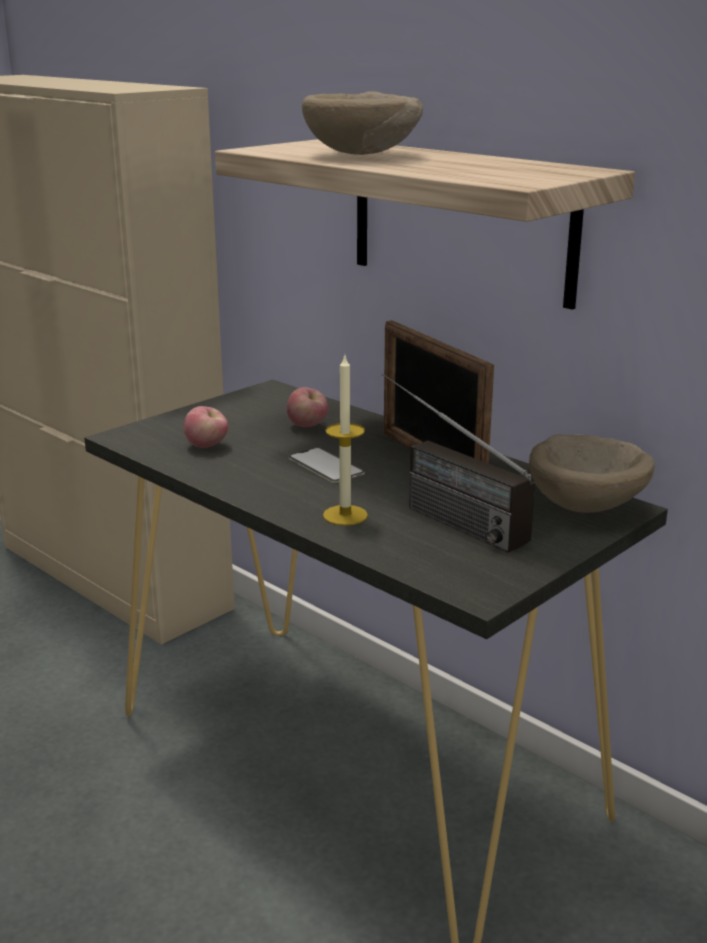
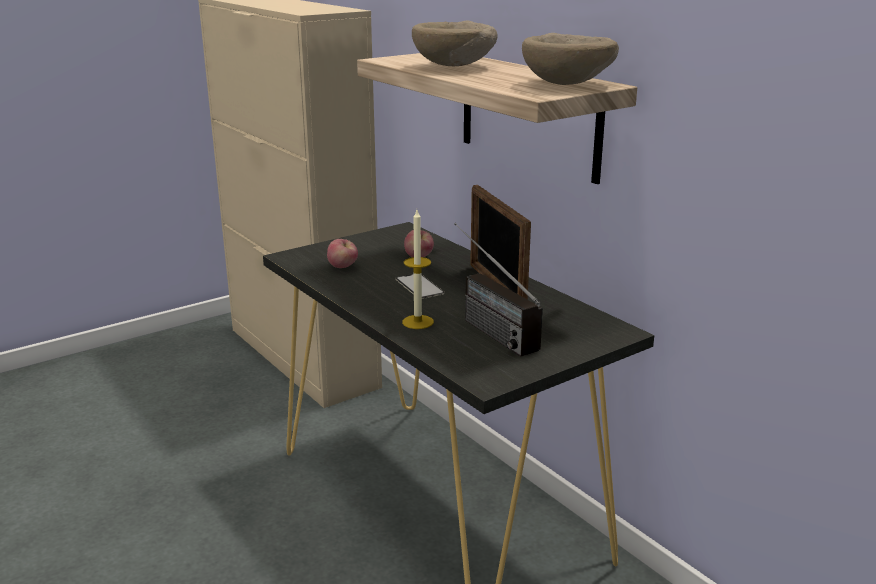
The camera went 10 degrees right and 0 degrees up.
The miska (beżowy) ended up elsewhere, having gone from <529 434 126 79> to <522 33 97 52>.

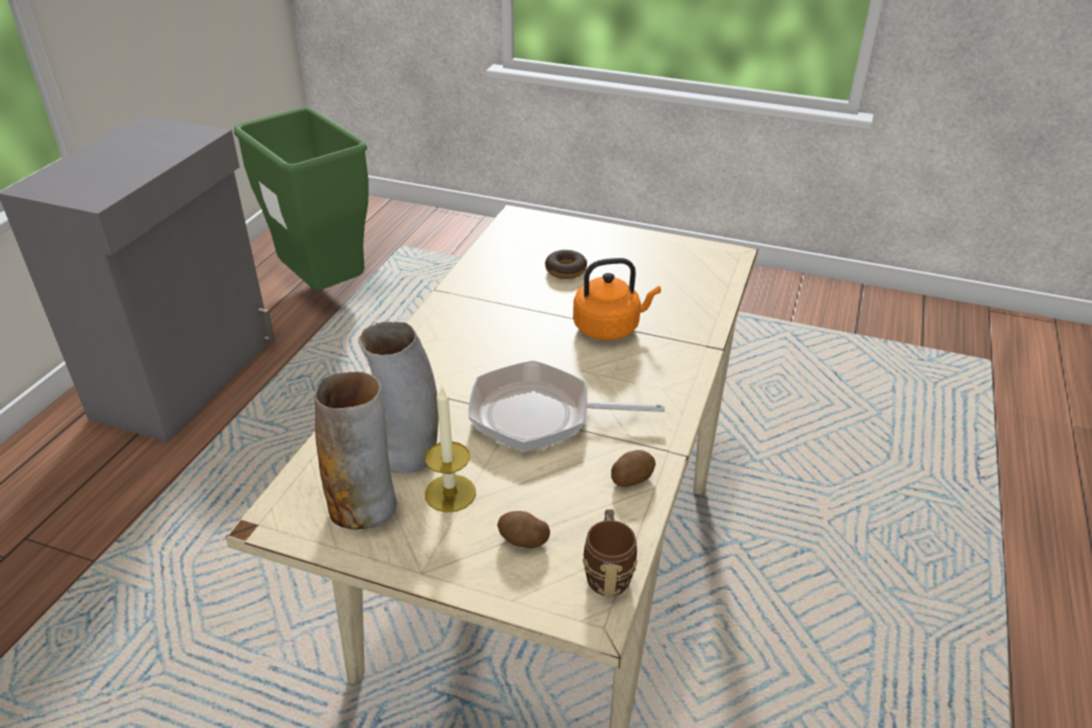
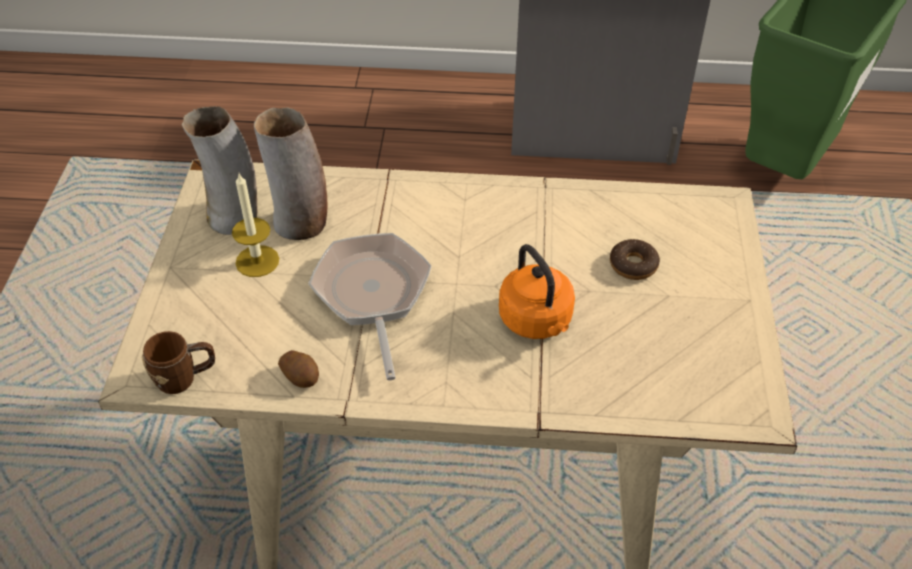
The camera went 75 degrees right and 10 degrees up.
The second view lost the ziemniak at <497 511 53 37>.

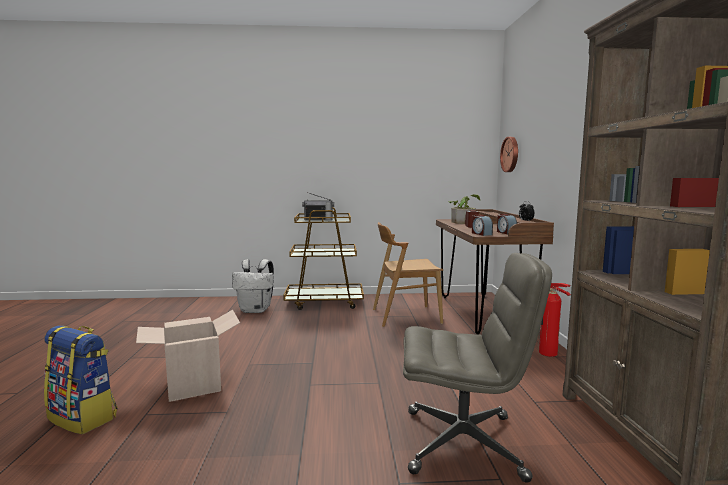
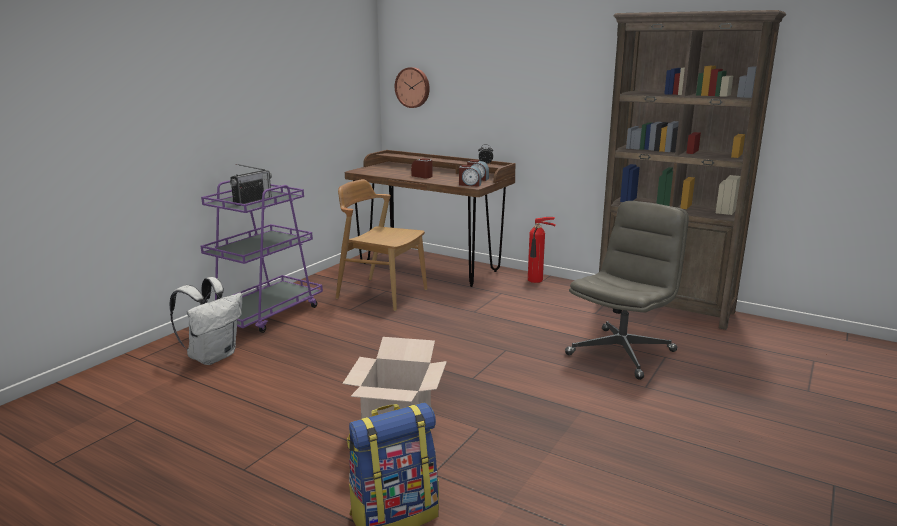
The camera went 55 degrees left and 10 degrees up.
What was the wózek (brązowy) at <283 207 81 103> turned into the wózek (fioletowy) at <201 180 122 153>.
The krzesło (brązowy) at <373 222 70 105> ended up facing another way, 90 degrees clockwise from before.
The second view lost the roślina doniczkowa at <448 194 32 30>.

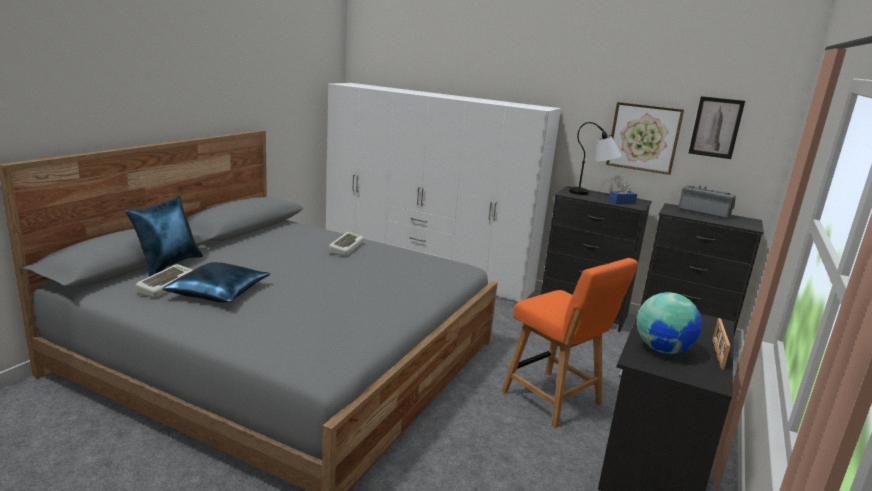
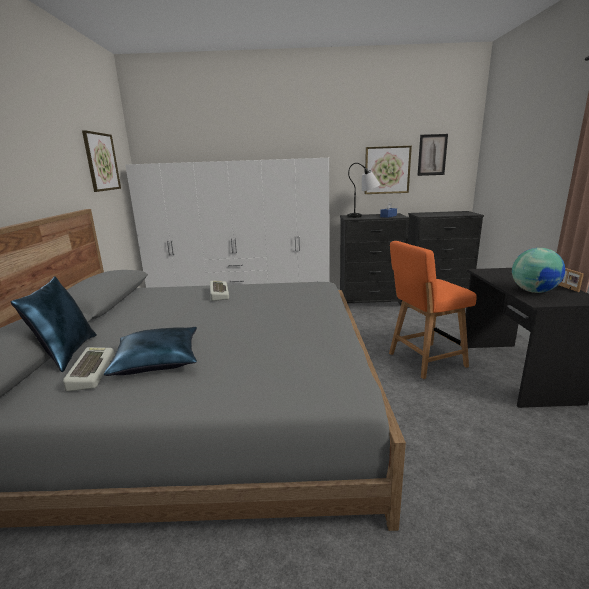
The camera went 25 degrees left and 0 degrees up.
The second view gained the obraz at <82 130 39 62>.
The krzesło (pomarańczowy) at <501 258 137 170> ended up facing another way, 135 degrees clockwise from before.
The second view lost the radio at <679 185 57 34>.

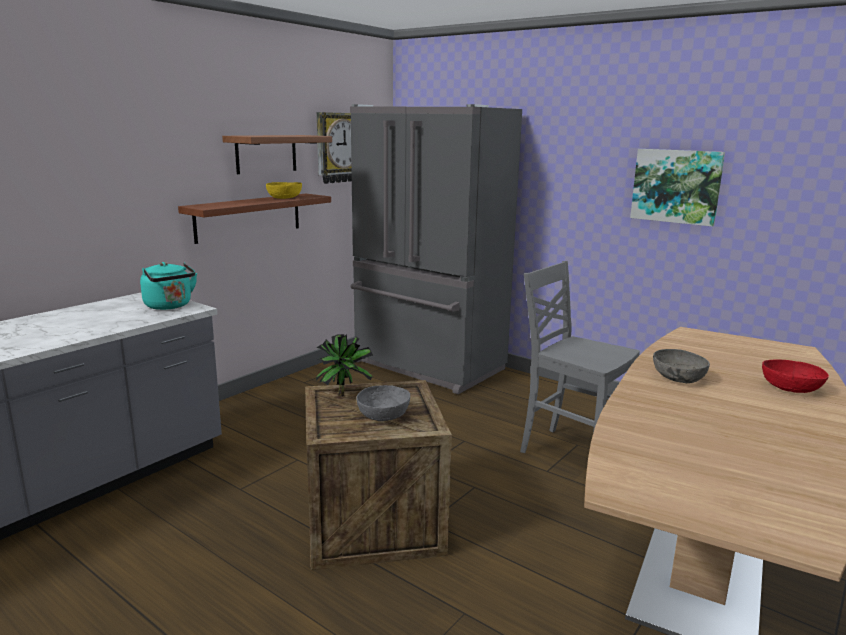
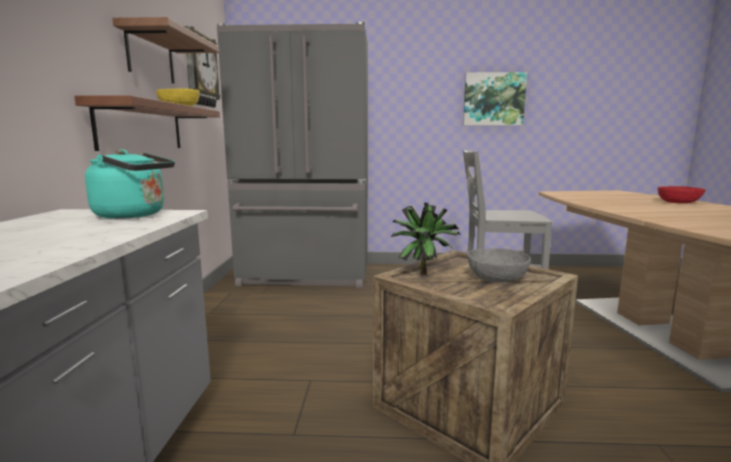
The camera went 35 degrees left and 5 degrees down.
The second view lost the miska (szary) at <653 349 57 34>.

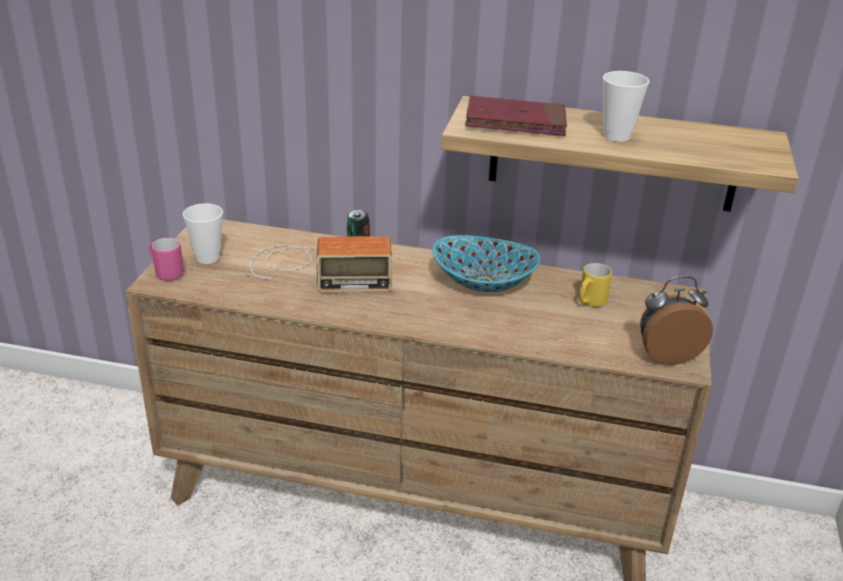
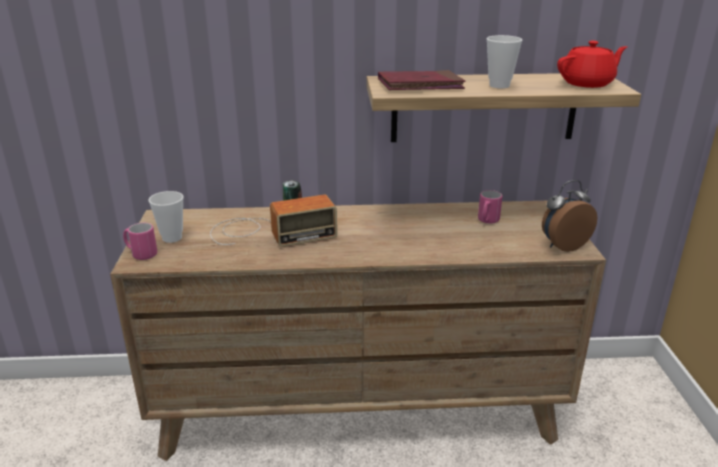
The camera went 15 degrees left and 5 degrees down.
What was the kubek (żółty) at <579 263 33 44> turned into the kubek (różowy) at <478 190 24 34>.
The second view gained the imbryk (czerwony) at <557 41 70 47>.
The second view lost the miska at <433 235 108 57>.

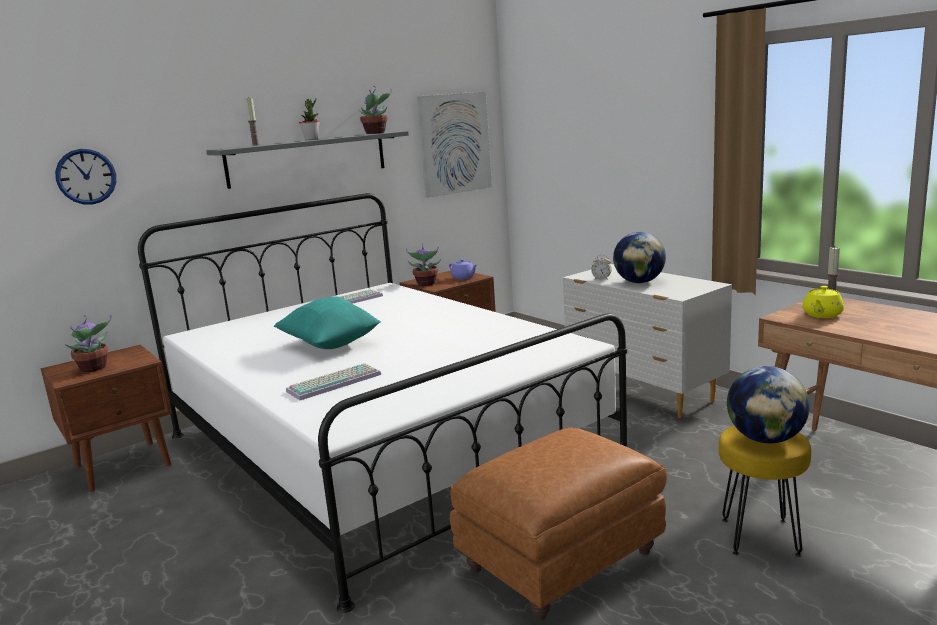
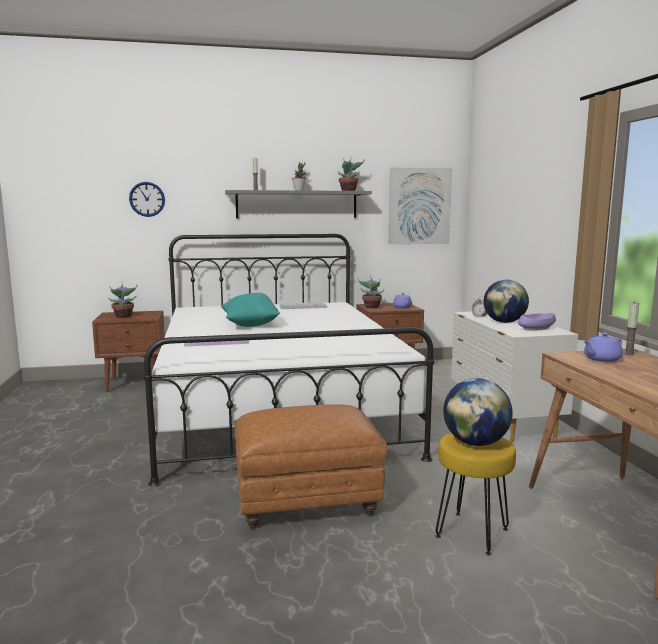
The camera went 25 degrees right and 5 degrees down.
The second view gained the miska (fioletowy) at <518 313 38 18>.
What was the imbryk (żółty) at <802 286 42 32> turned into the imbryk (fioletowy) at <584 333 39 29>.

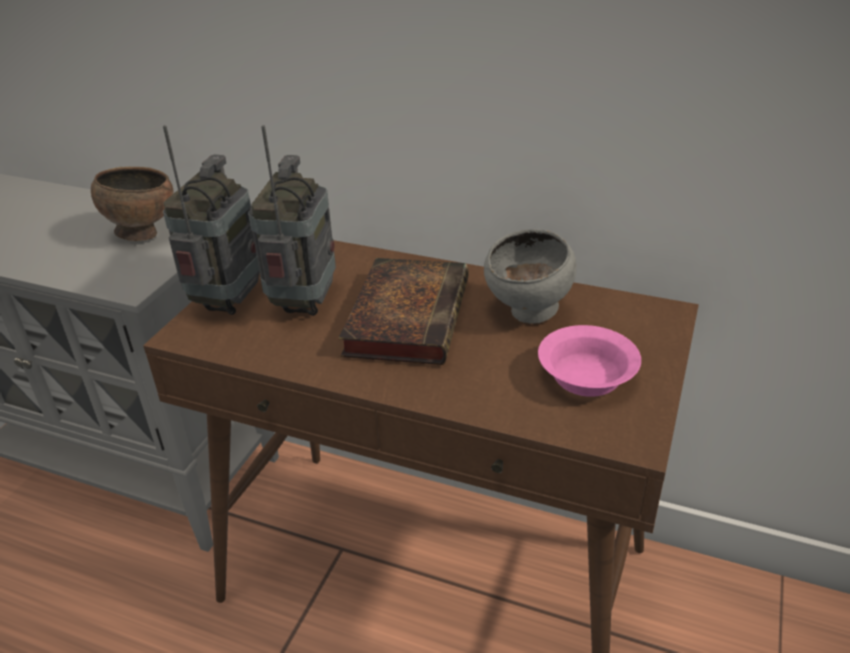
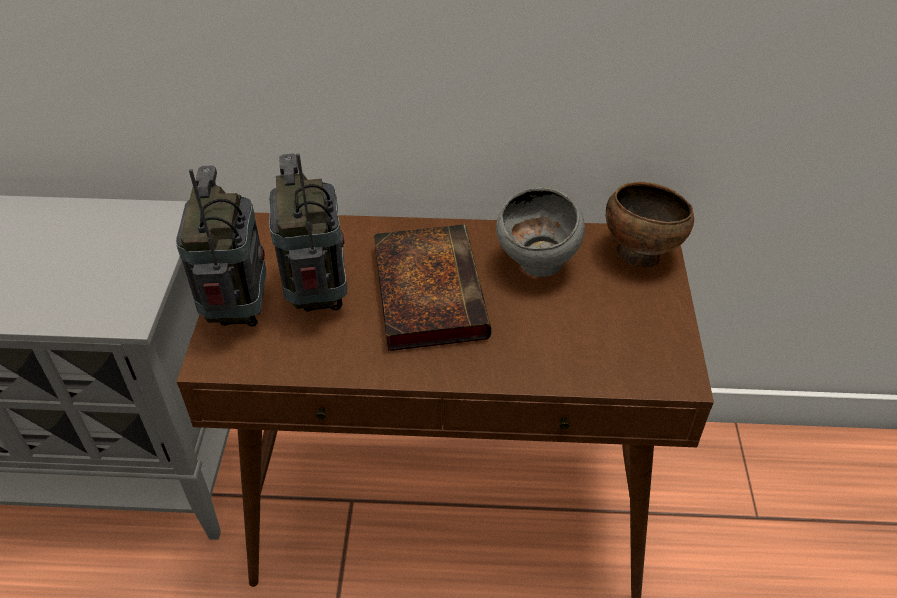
The camera went 20 degrees left and 10 degrees up.
The miska (brązowy) ended up elsewhere, having gone from <91 167 83 74> to <606 181 88 87>.
The second view lost the miska (różowy) at <538 325 103 72>.

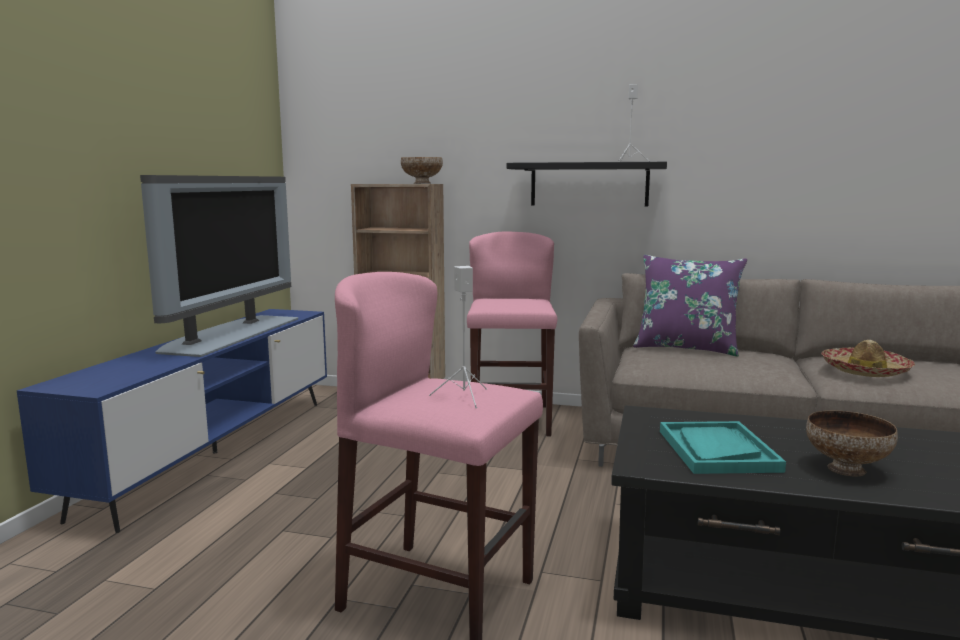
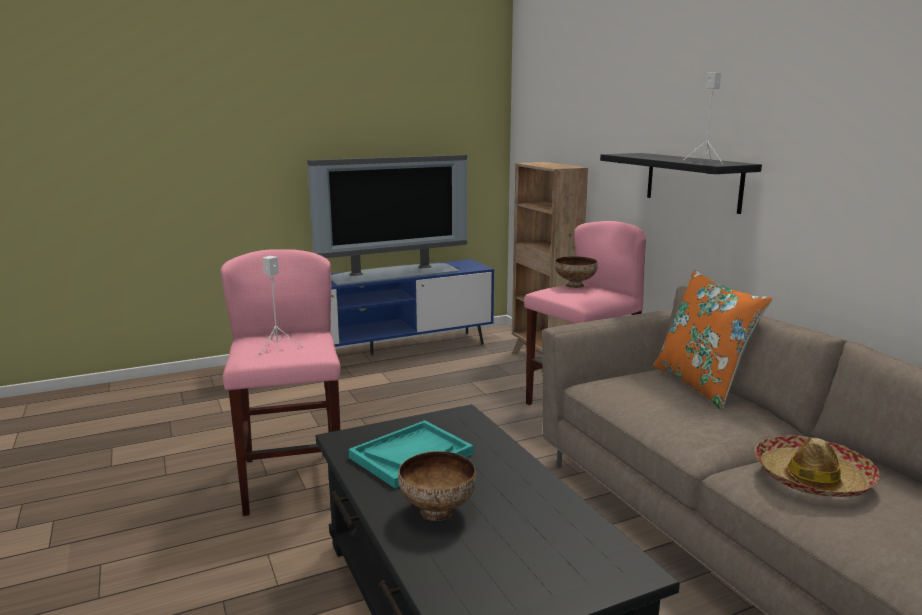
The camera went 50 degrees right and 5 degrees up.
The miska ended up elsewhere, having gone from <401 157 42 27> to <555 256 43 32>.
What was the poduszka (fioletowy) at <633 255 114 102> turned into the poduszka (pomarańczowy) at <653 270 119 140>.

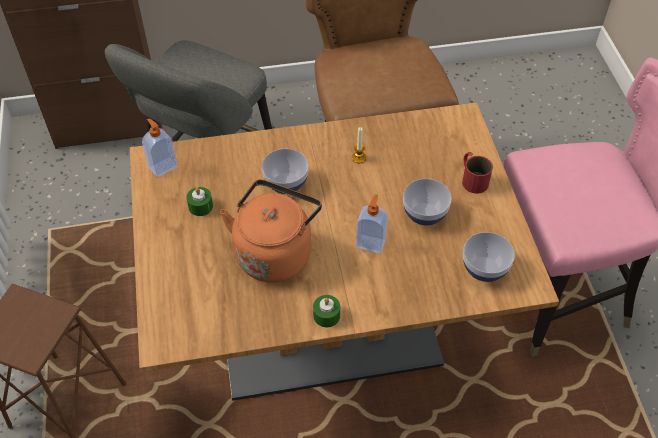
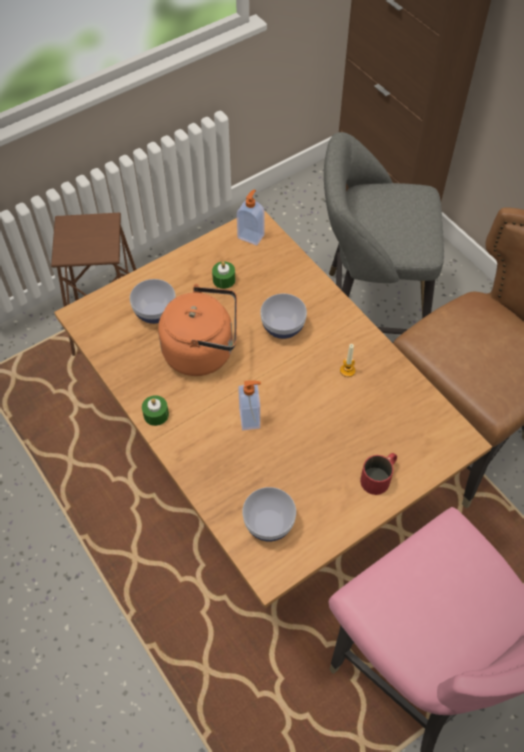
The camera went 65 degrees right and 5 degrees up.
The miska ended up elsewhere, having gone from <403 179 49 46> to <130 279 46 45>.

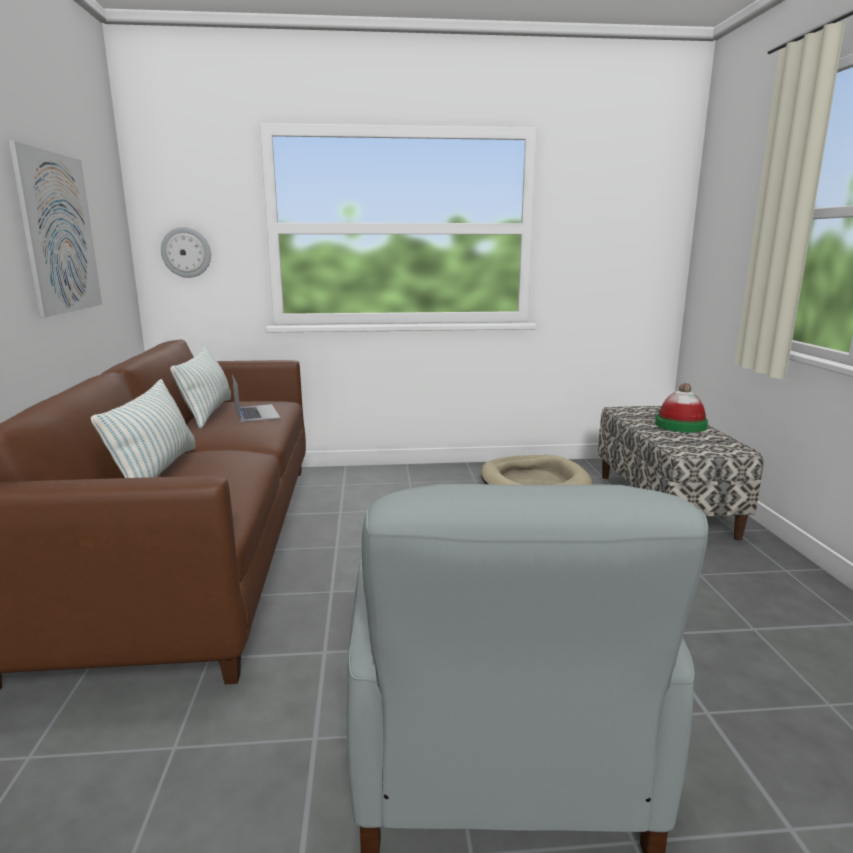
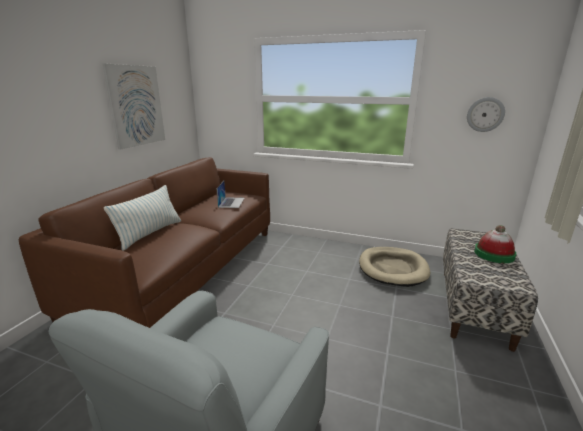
The camera went 25 degrees right and 5 degrees up.
The zegar ścienny ended up elsewhere, having gone from <161 227 50 51> to <467 97 38 35>.
The second view lost the poduszka at <170 346 61 83>.

